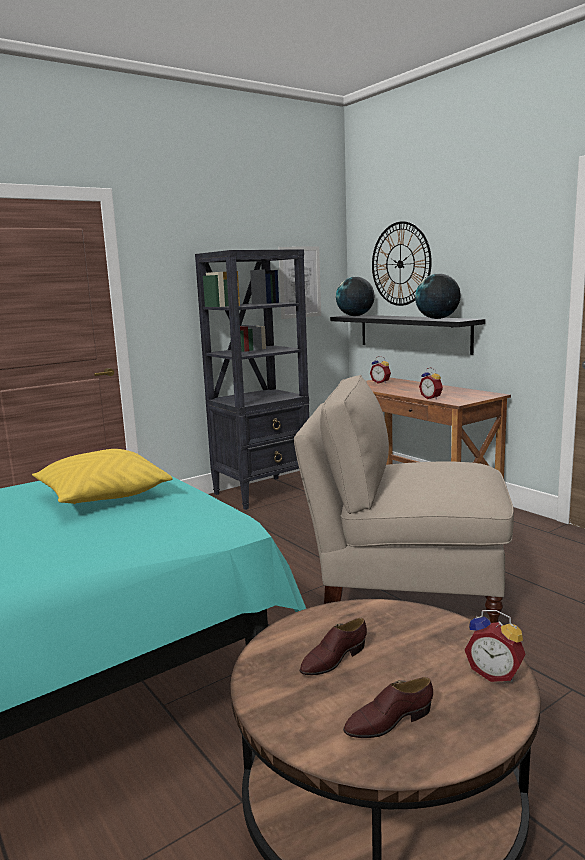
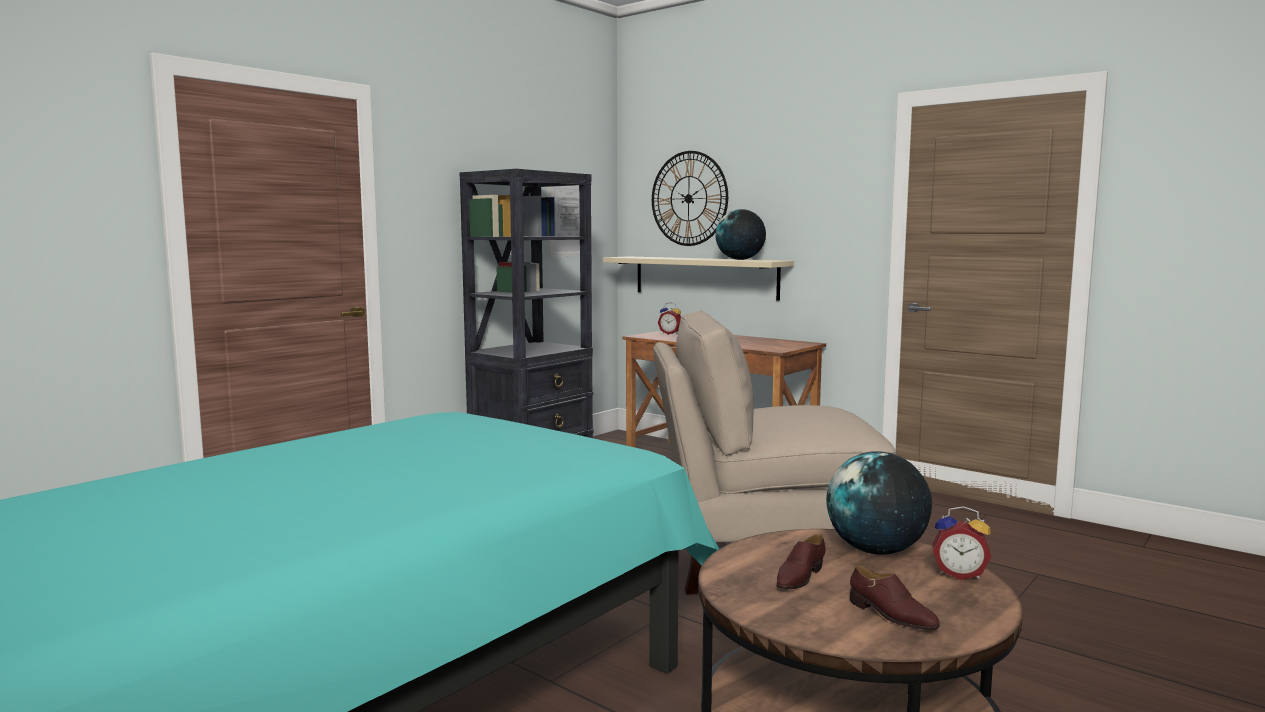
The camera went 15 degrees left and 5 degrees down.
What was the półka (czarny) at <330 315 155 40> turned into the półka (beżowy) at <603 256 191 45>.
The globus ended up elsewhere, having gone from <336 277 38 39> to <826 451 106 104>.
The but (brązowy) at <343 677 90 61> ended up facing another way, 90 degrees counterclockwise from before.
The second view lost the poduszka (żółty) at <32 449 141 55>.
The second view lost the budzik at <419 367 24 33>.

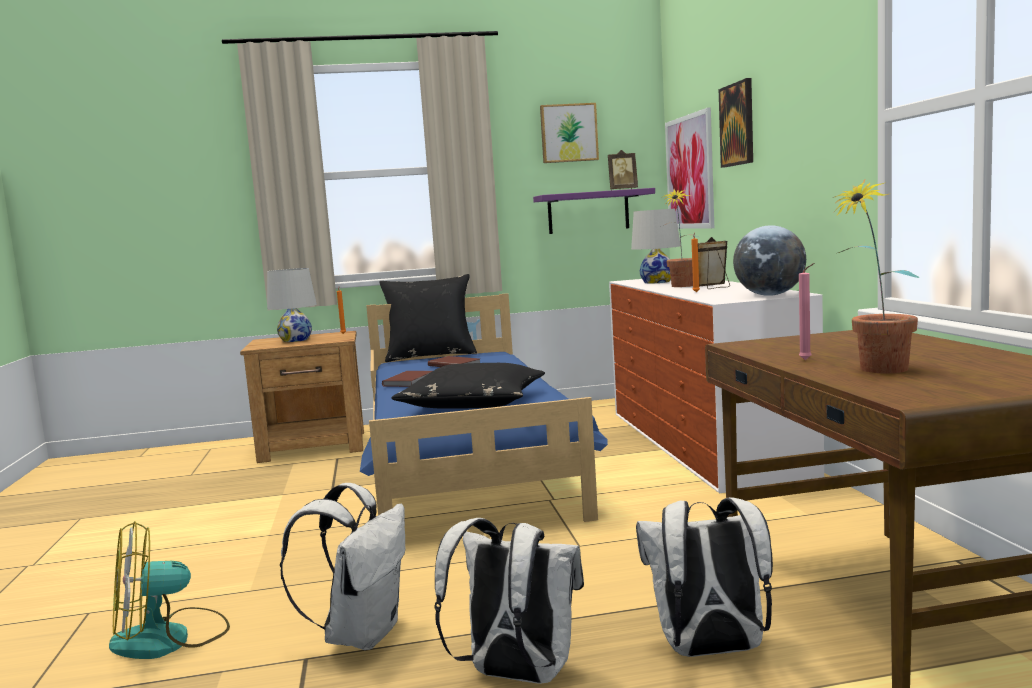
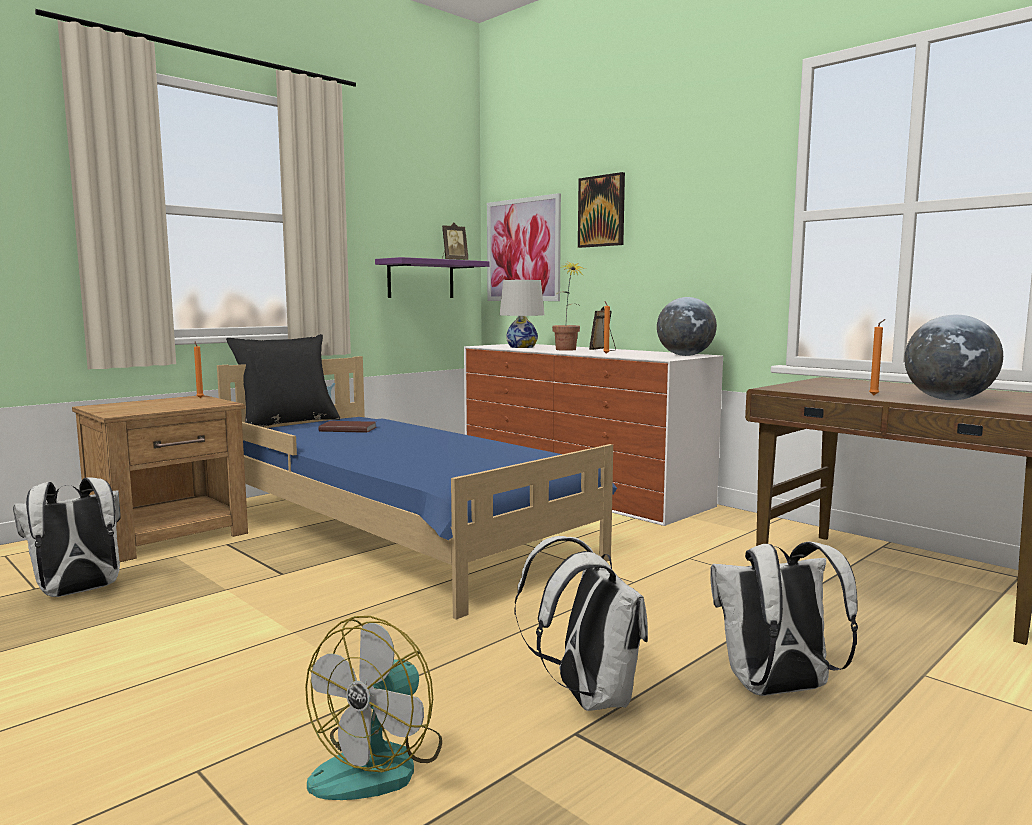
The camera went 35 degrees left and 0 degrees up.
The plecak (biały) ended up elsewhere, having gone from <636 497 137 160> to <13 477 108 120>.
What was the świeca (różowy) at <799 263 16 97> turned into the świeca (pomarańczowy) at <869 319 16 76>.
Where the roślina doniczkowa stood at <833 179 86 194>, the globus came to stand at <904 315 99 85>.
The second view lost the lampa stołowa (biały) at <267 268 50 74>.
The second view lost the książka (brązowy) at <382 371 50 16>.
The second view lost the poduszka (czarny) at <391 363 154 46>.
The second view lost the obraz at <540 103 59 60>.

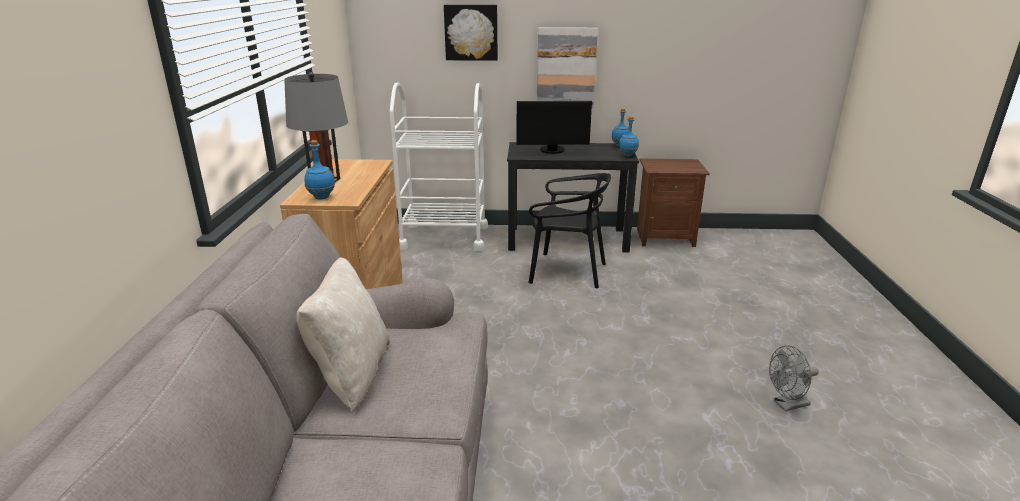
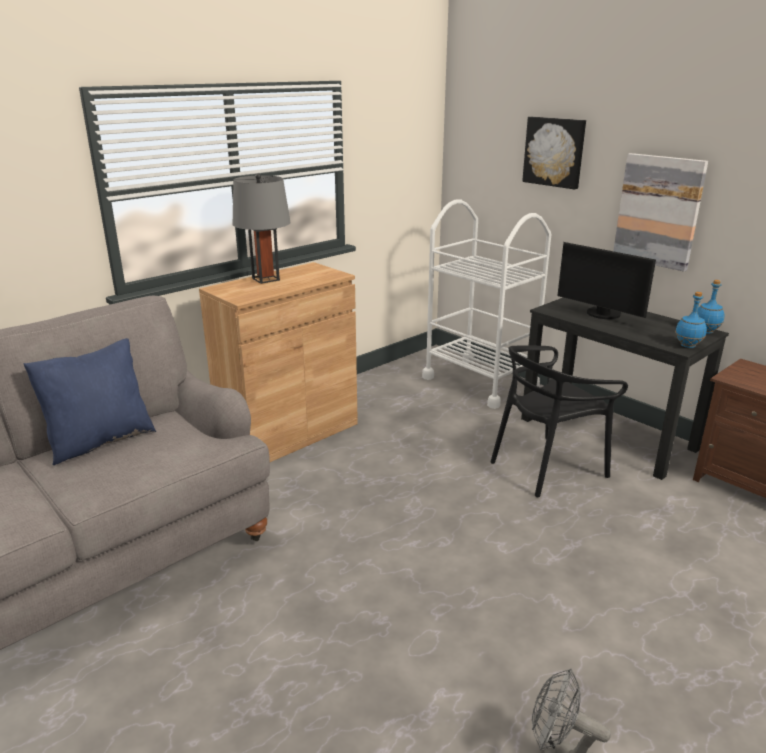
The camera went 45 degrees right and 0 degrees up.
What was the poduszka (beżowy) at <296 257 94 156> turned into the poduszka (niebieski) at <23 338 133 127>.
The krzesło (czarny) at <528 173 83 115> ended up facing another way, 90 degrees clockwise from before.
The second view lost the butelka (niebieski) at <304 140 31 59>.

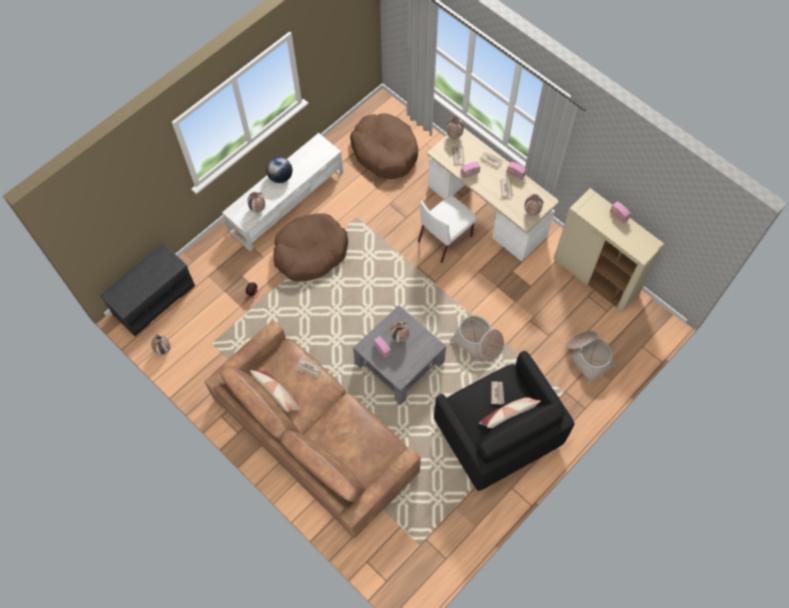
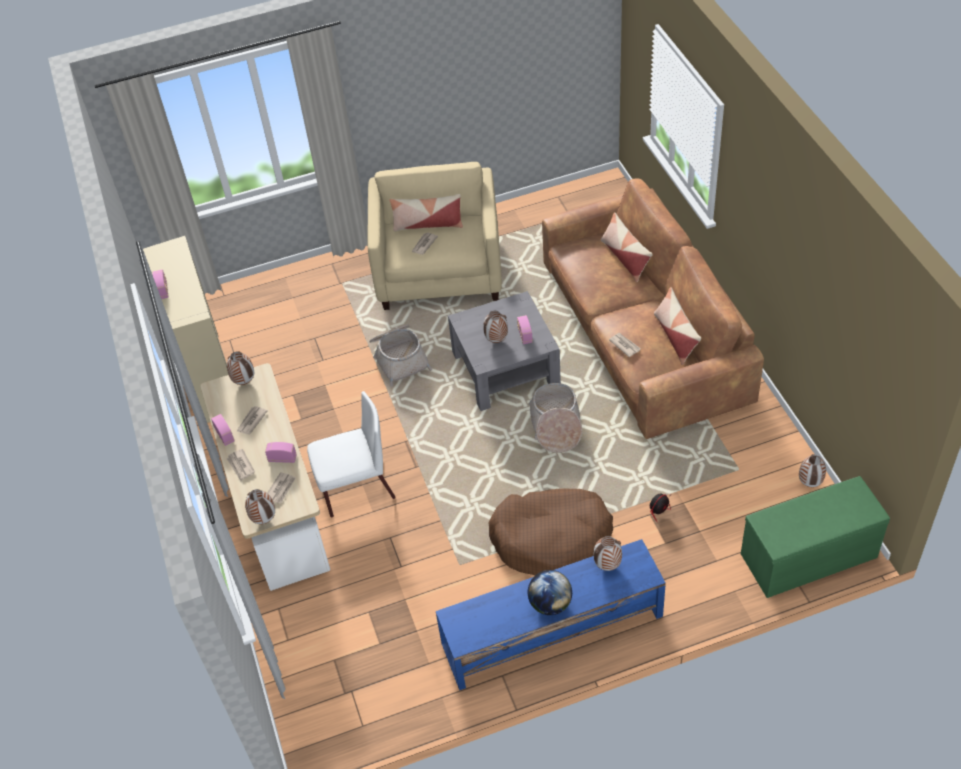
The camera went 150 degrees left and 15 degrees down.
What was the fotel (czarny) at <434 351 141 140> turned into the fotel (beżowy) at <367 162 135 148>.
What was the szafka pod telewizor (biały) at <222 133 121 119> turned into the szafka pod telewizor (niebieski) at <436 539 230 151>.
The koszyk ended up elsewhere, having gone from <566 331 50 53> to <529 383 54 70>.
The second view gained the poduszka at <601 212 52 70>.
What was the ławka (szary) at <100 244 95 93> turned into the ławka (zielony) at <741 476 149 122>.
The second view lost the legowisko (brązowy) at <350 113 68 66>.

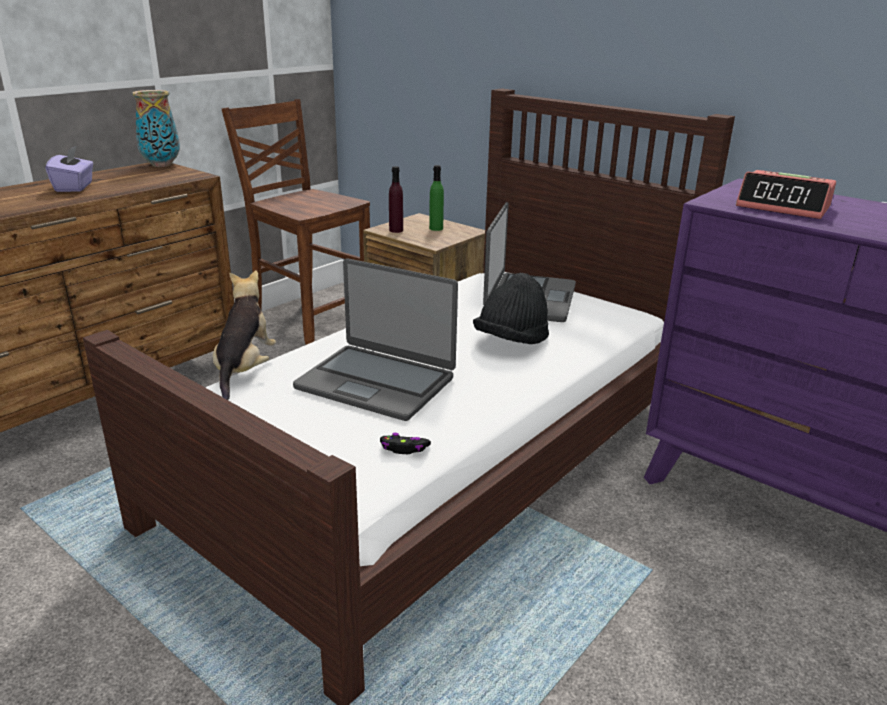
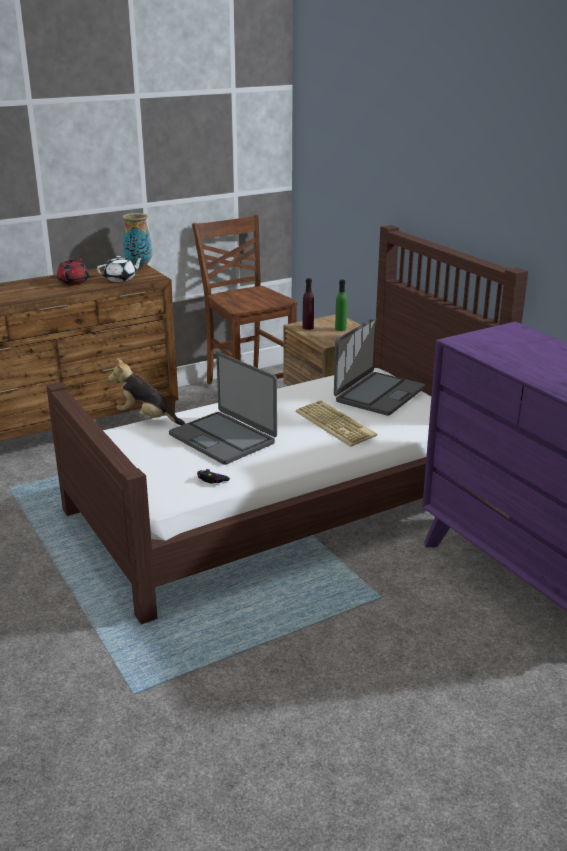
The camera went 20 degrees right and 0 degrees up.
Where the pudełko chusteczek (fioletowy) stood at <45 145 48 47>, the imbryk (czerwony) came to stand at <57 257 32 28>.
The second view gained the imbryk (biały) at <97 255 46 27>.
The pluszak at <213 270 63 130> ended up facing another way, 90 degrees counterclockwise from before.
Where the kapelusz (czarny) stood at <473 273 76 71>, the klawiatura came to stand at <296 400 81 47>.
The second view lost the budzik at <736 170 100 49>.

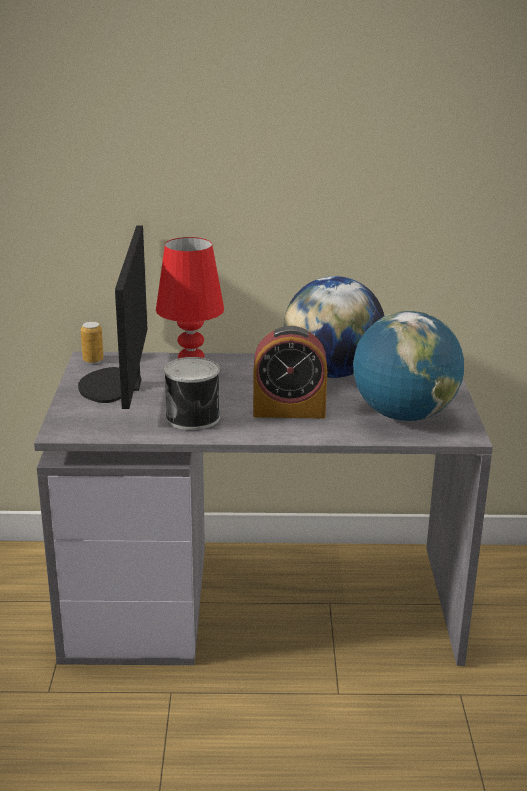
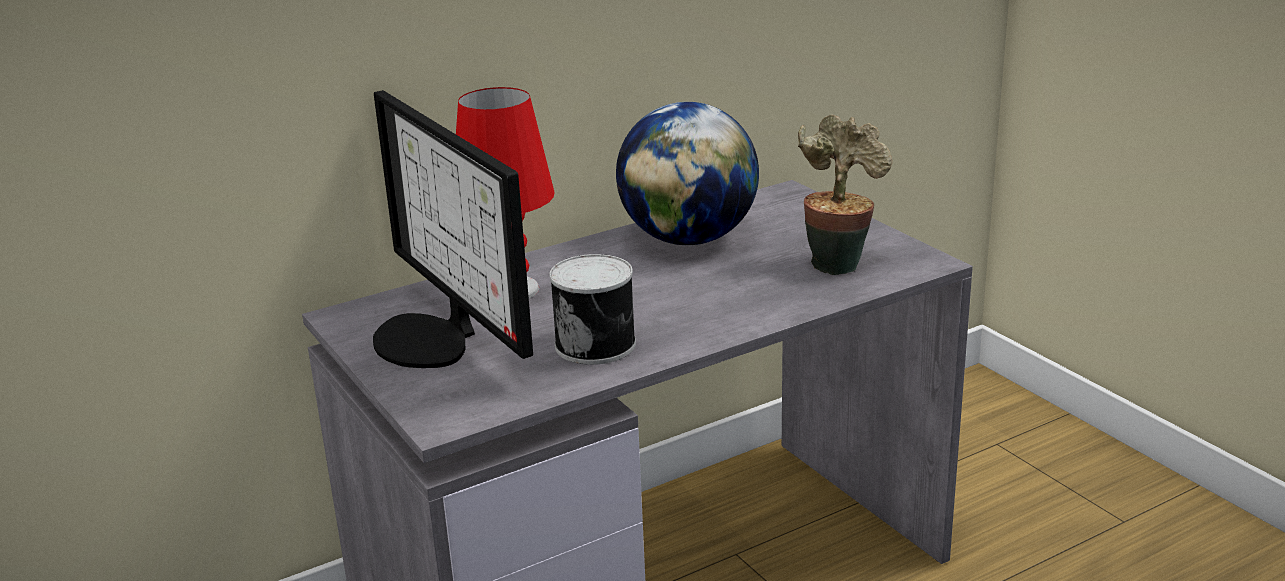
The camera went 30 degrees left and 0 degrees up.
Where the globus stood at <353 311 111 110>, the roślina doniczkowa came to stand at <798 115 94 160>.
The second view lost the puszka at <81 321 23 43>.
The second view lost the budzik at <253 326 74 93>.

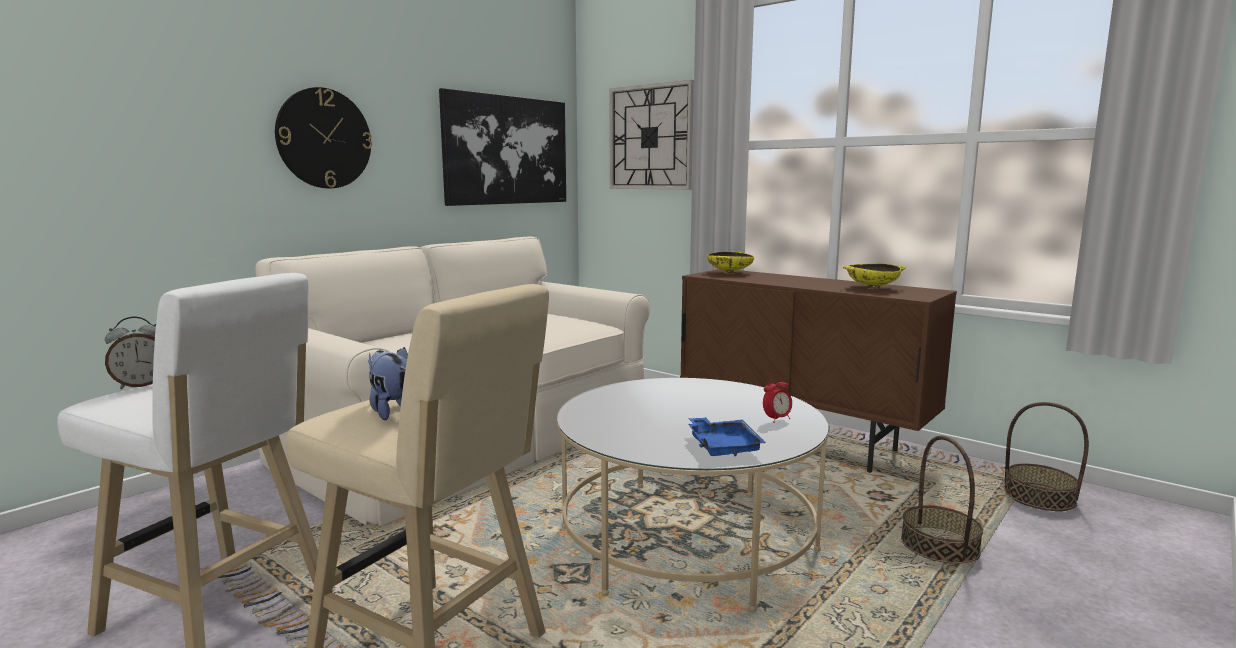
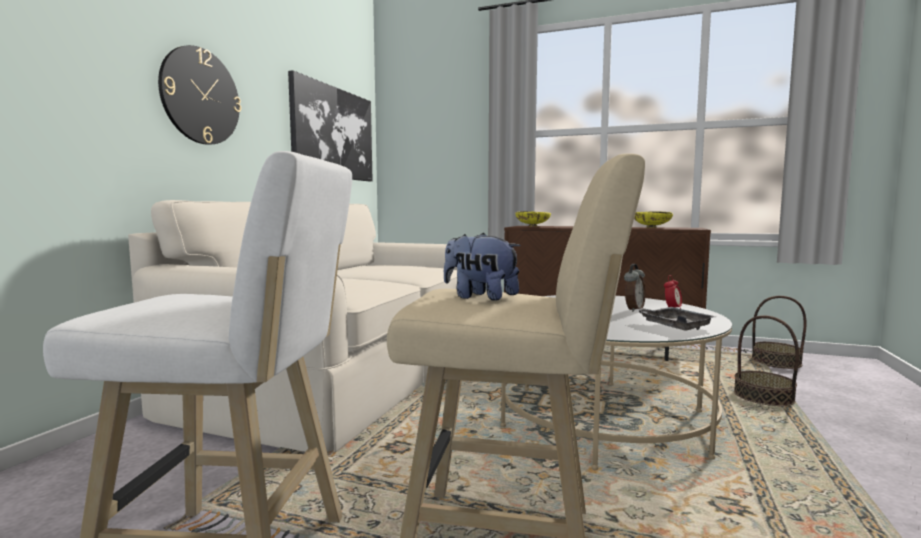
The camera went 20 degrees left and 5 degrees down.
The budzik ended up elsewhere, having gone from <105 316 51 73> to <624 264 21 48>.
What was the taca (niebieski) at <688 417 78 39> turned into the taca (szary) at <633 307 83 23>.
The second view lost the zegar ścienny at <609 80 85 110>.

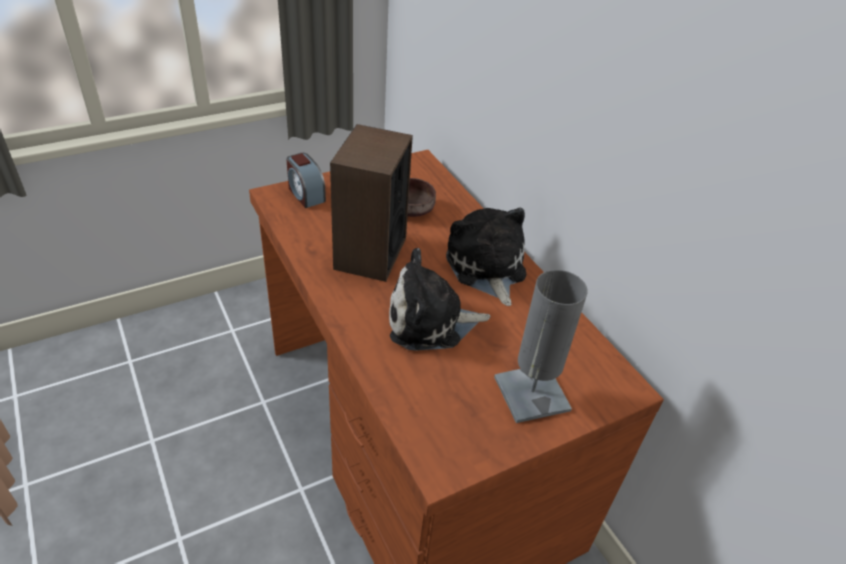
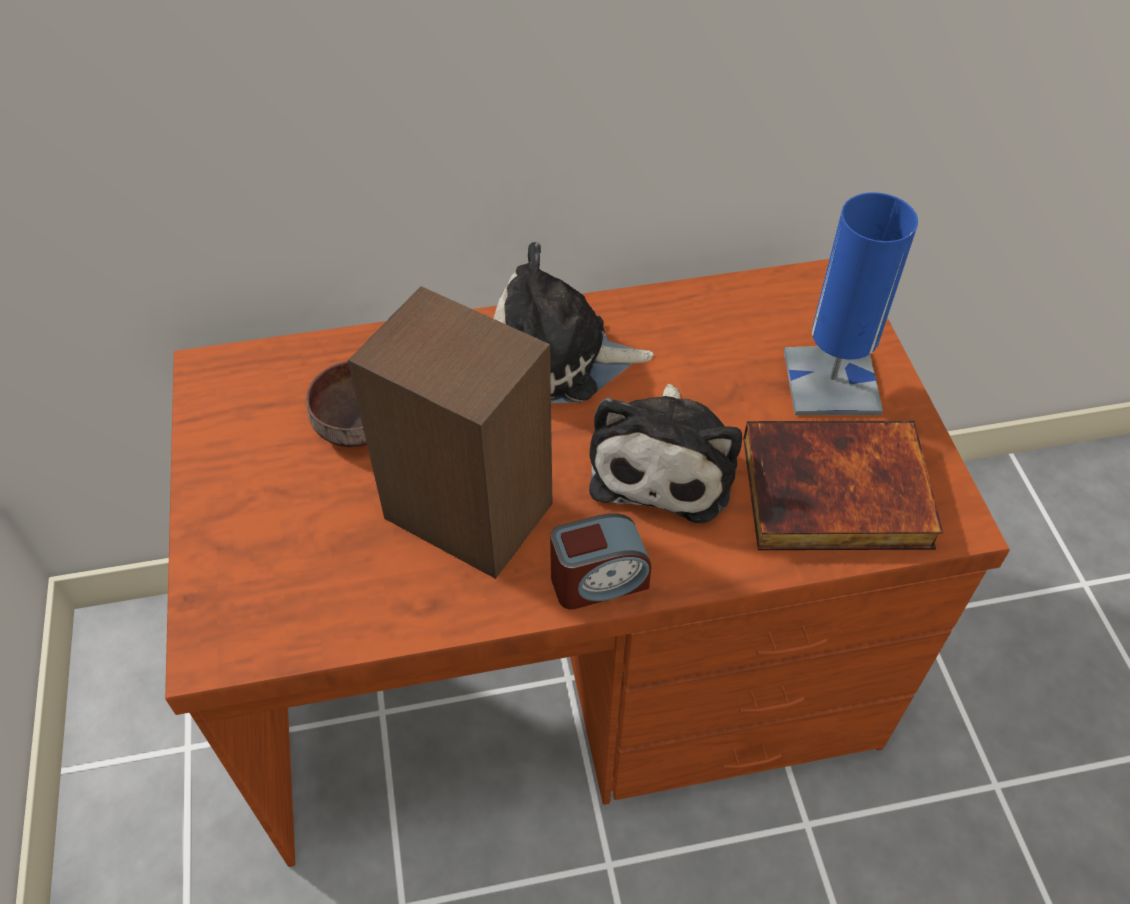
The camera went 70 degrees left and 10 degrees up.
The budzik ended up elsewhere, having gone from <286 153 40 55> to <550 513 101 97>.
The second view gained the książka at <743 421 200 129>.
What was the lampa stołowa (szary) at <494 270 94 153> turned into the lampa stołowa (niebieski) at <784 192 134 223>.

